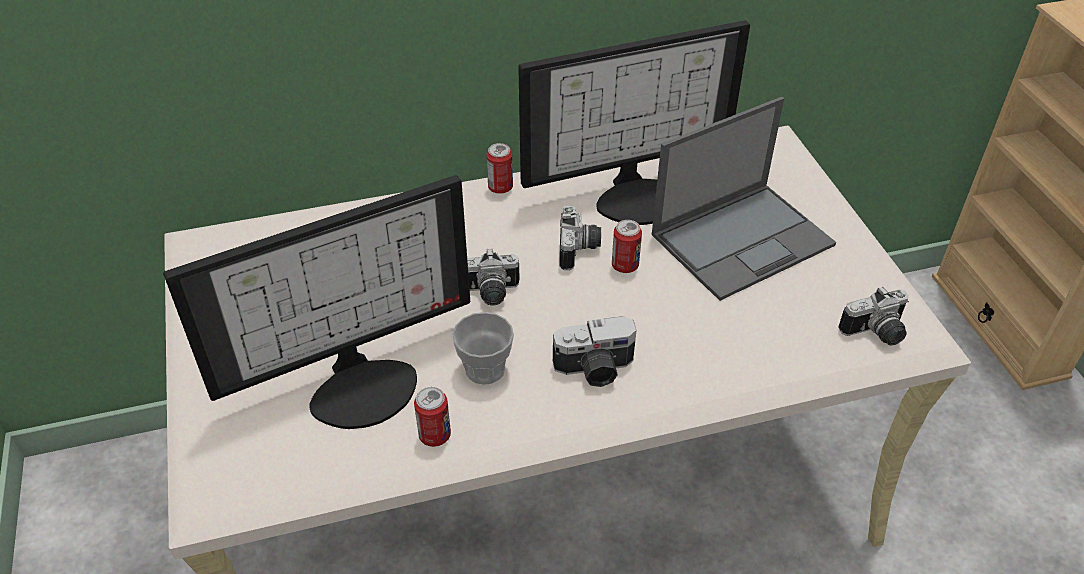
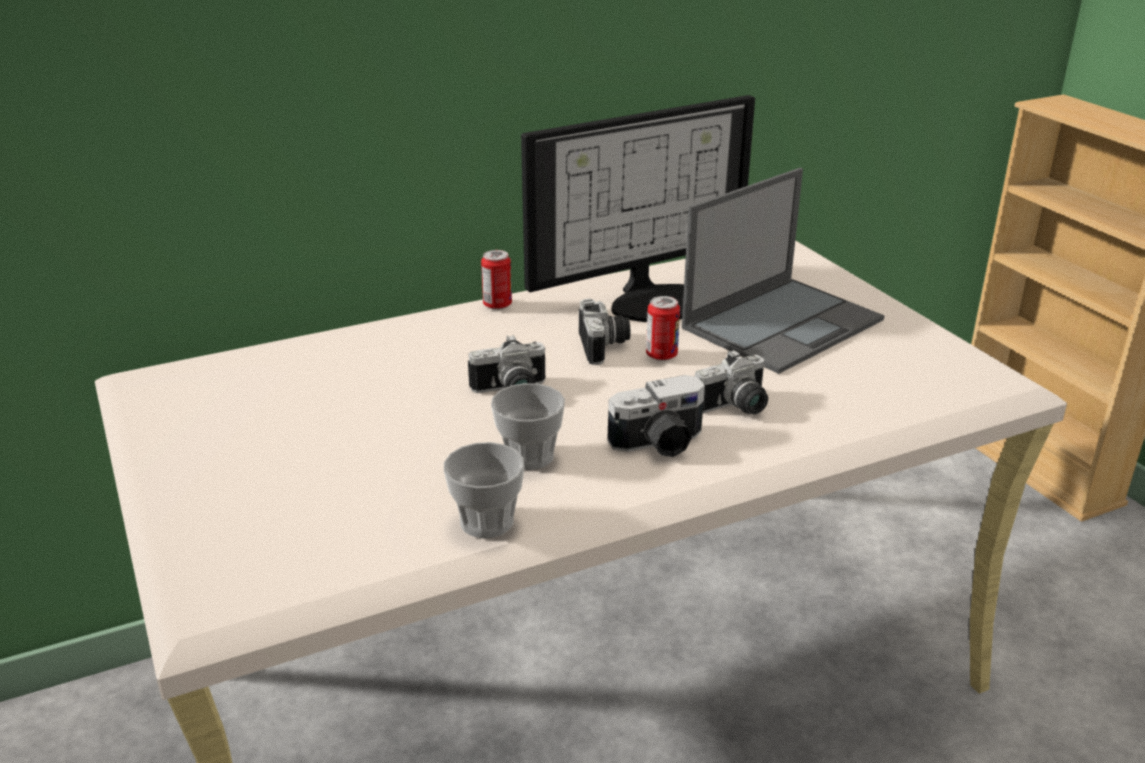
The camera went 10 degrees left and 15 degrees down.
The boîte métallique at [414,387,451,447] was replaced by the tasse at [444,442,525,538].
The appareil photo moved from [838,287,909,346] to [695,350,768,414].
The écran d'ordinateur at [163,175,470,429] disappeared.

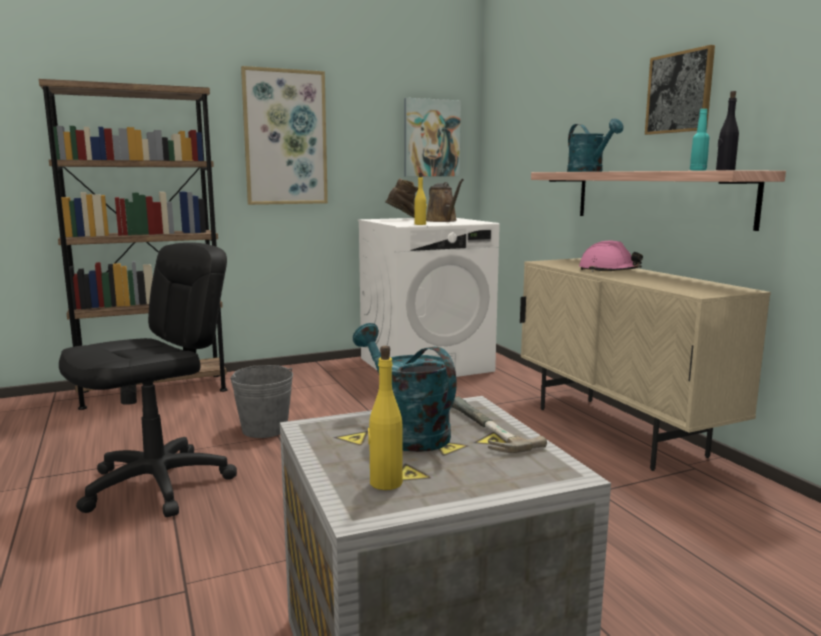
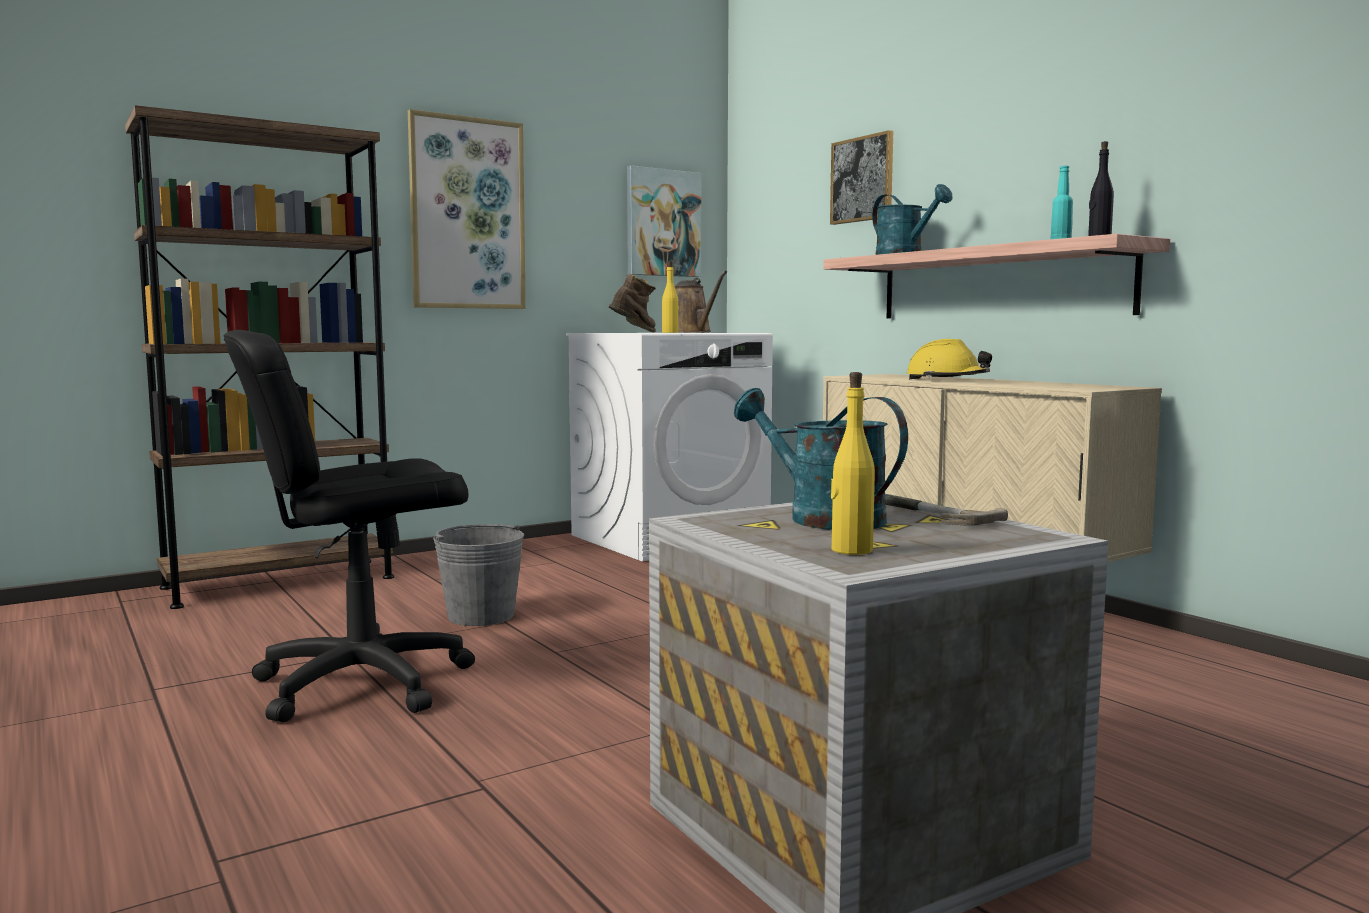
The camera went 10 degrees left and 5 degrees down.
The chaise de bureau (noir) at [59,242,237,517] turned 150 degrees counterclockwise.
The tableau moved from [645,45,715,135] to [830,130,894,225].
The casque de chantier (rose) at [579,240,643,272] became the casque de chantier (jaune) at [907,339,992,379].

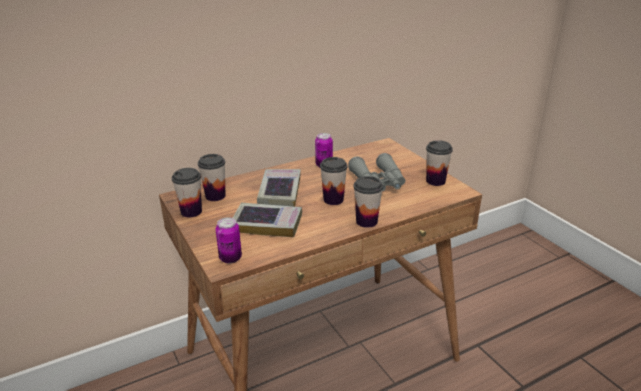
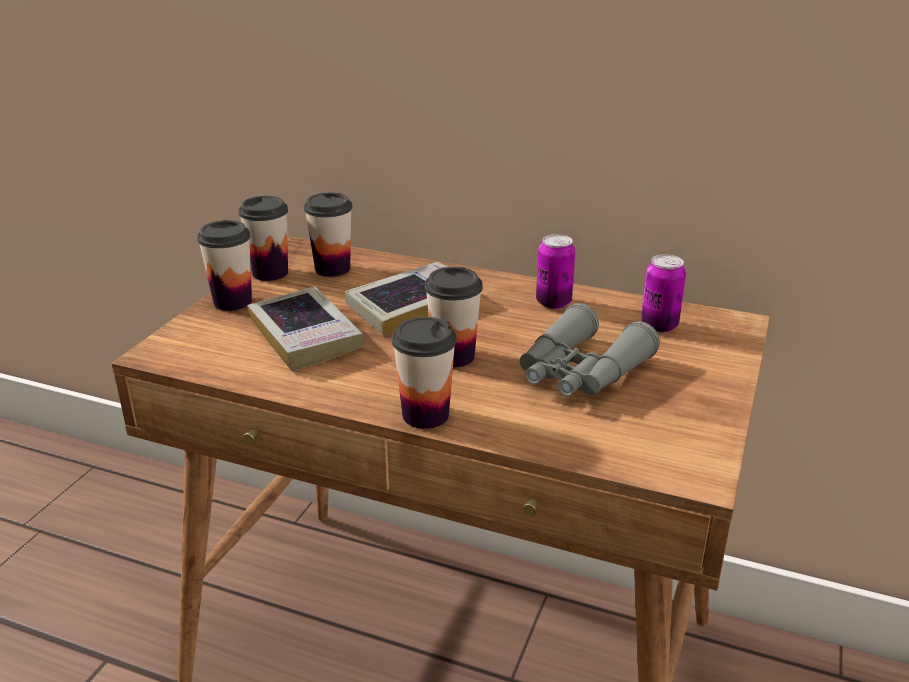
The camera went 50 degrees right and 0 degrees up.
The tasse moved from [426,140,453,186] to [197,220,252,311].
The boîte métallique moved from [216,217,242,263] to [641,254,686,333].

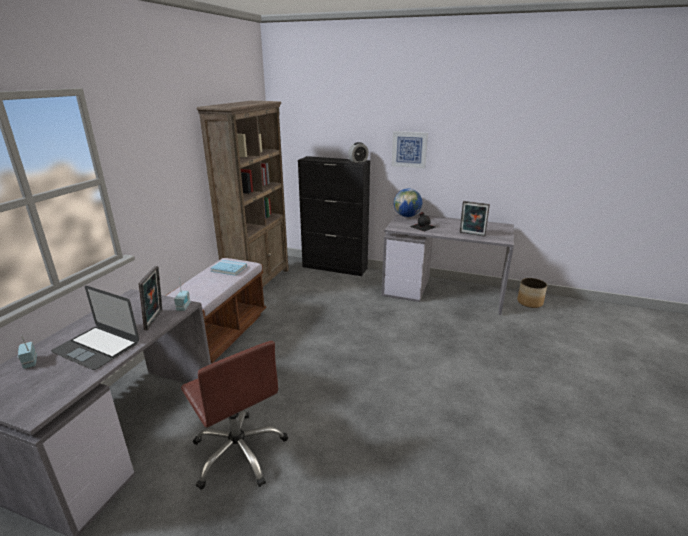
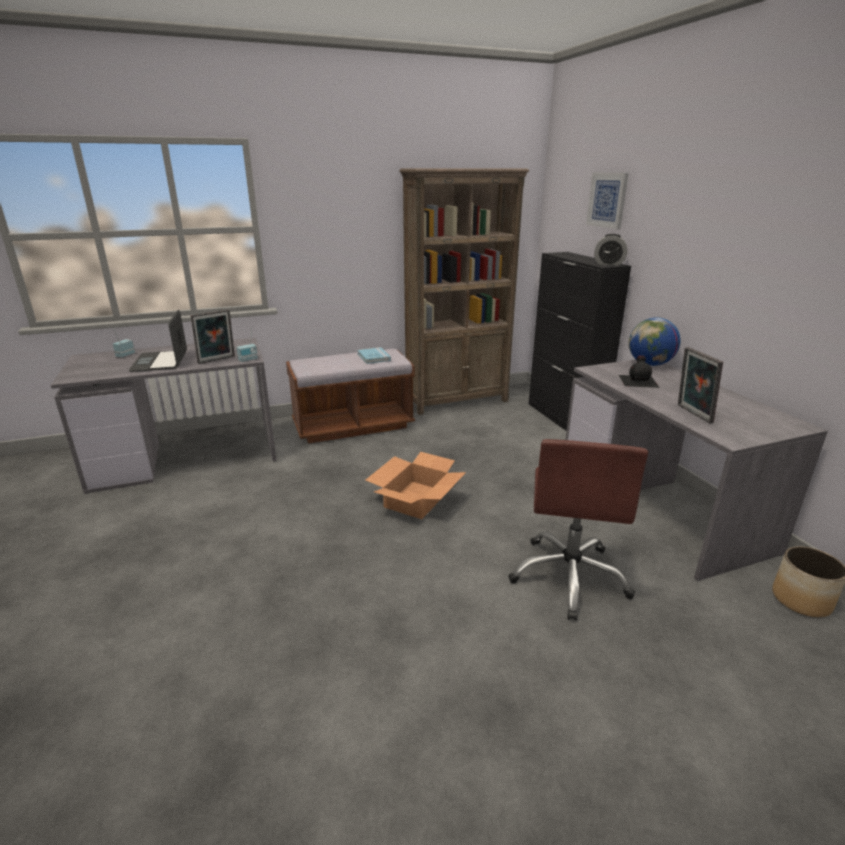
The camera went 50 degrees right and 0 degrees up.
The carton at [366,452,466,519] appeared.
The chaise de bureau (marron) moved from [181,341,288,490] to [508,439,648,621].
The tableau moved from [391,131,428,168] to [586,172,629,229].

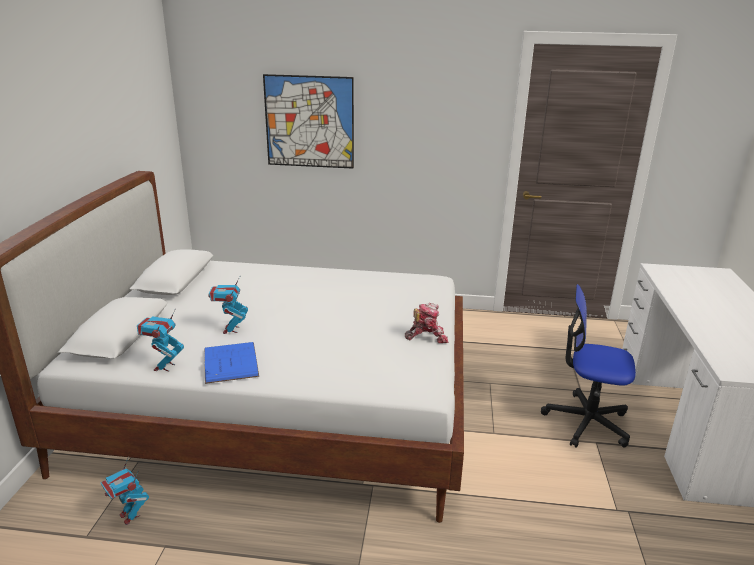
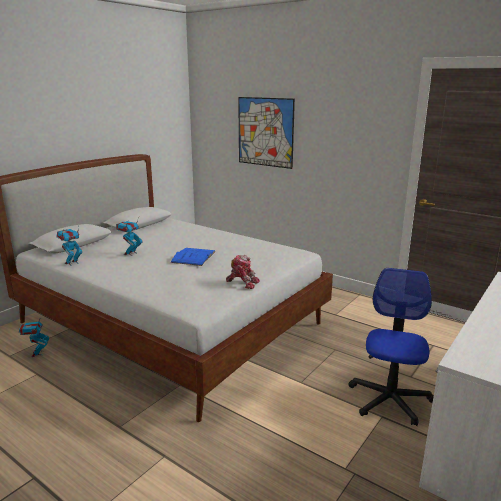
The camera went 30 degrees right and 5 degrees down.
The livre (bleu) moved from [204,342,259,384] to [170,248,216,266].
The chaise de bureau at [541,284,636,448] turned 60 degrees clockwise.

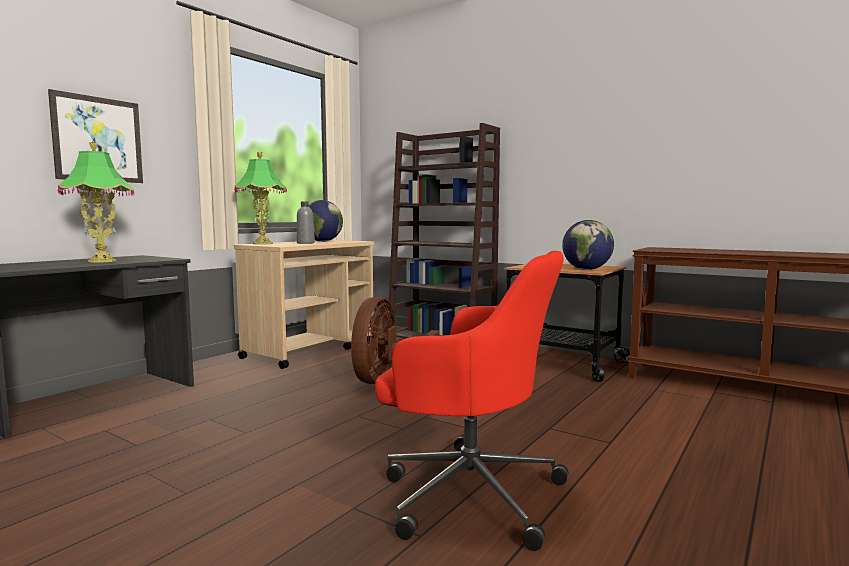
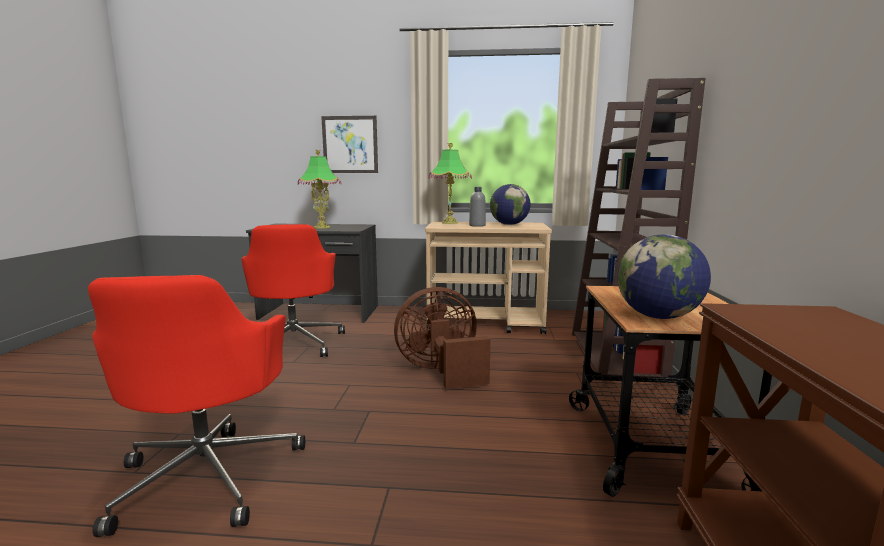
The camera went 60 degrees right and 5 degrees up.
The chaise de bureau (rouge) at [242,224,345,357] appeared.

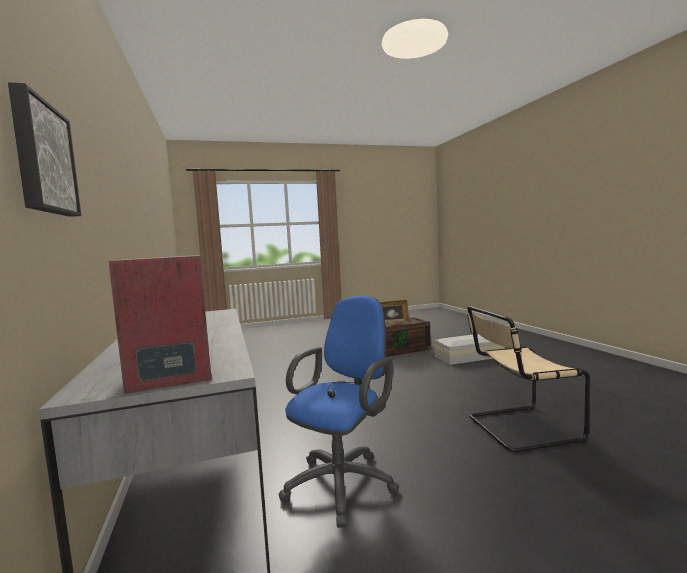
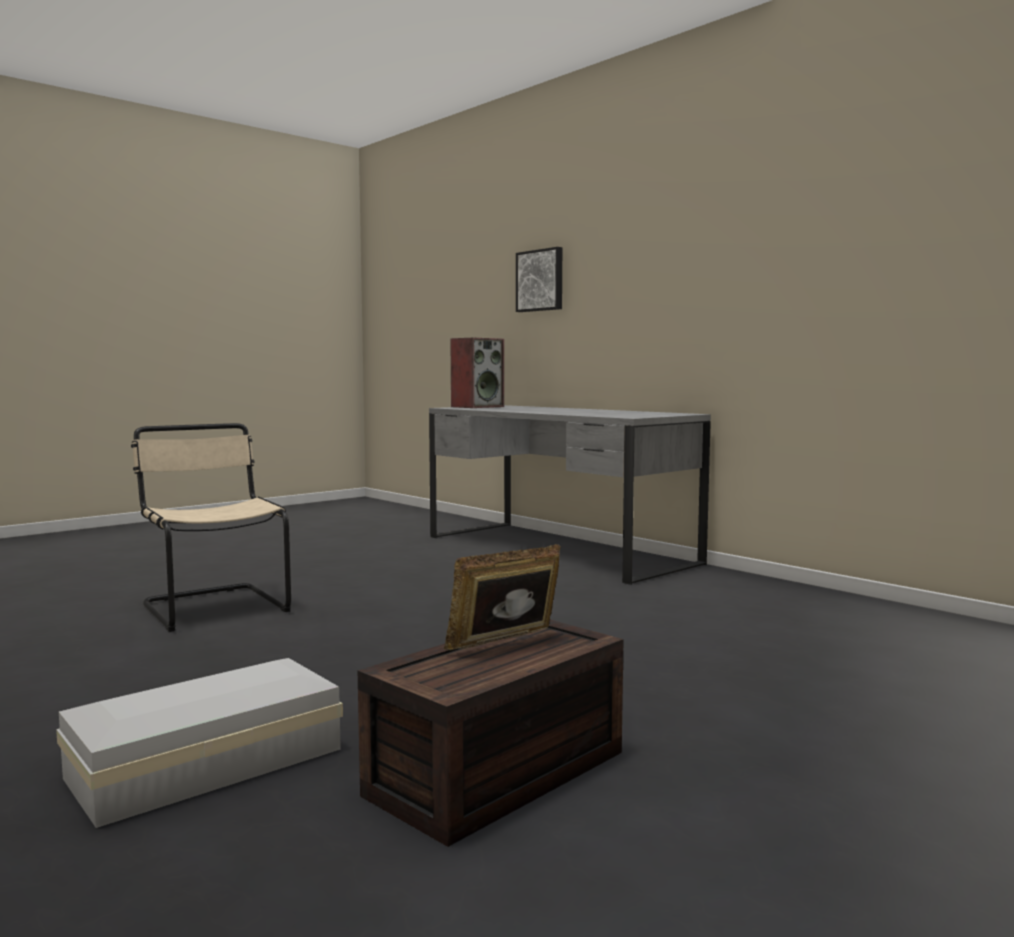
The camera went 155 degrees right and 0 degrees up.
The chaise (beige) at [467,306,590,452] turned 90 degrees counterclockwise.
The chaise de bureau (bleu) at [279,296,399,528] disappeared.

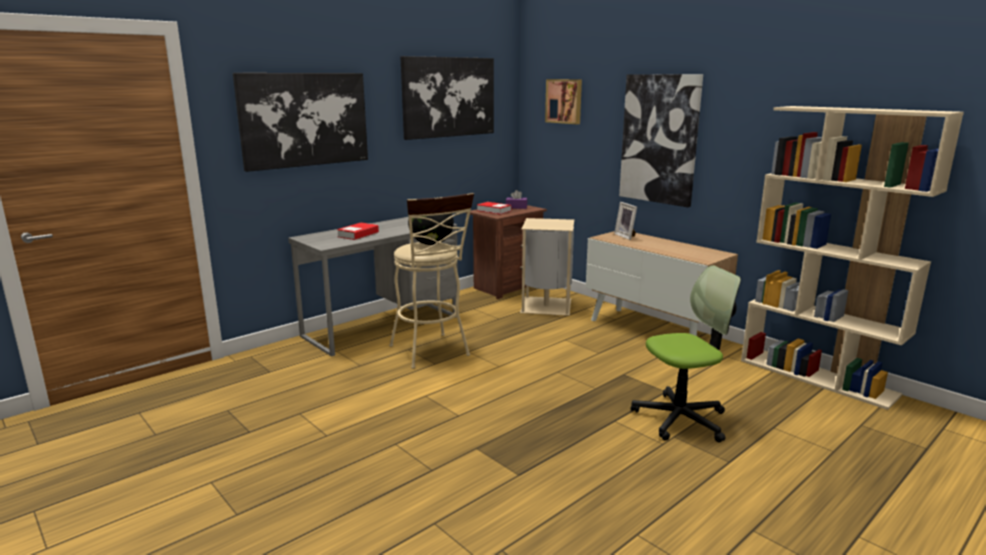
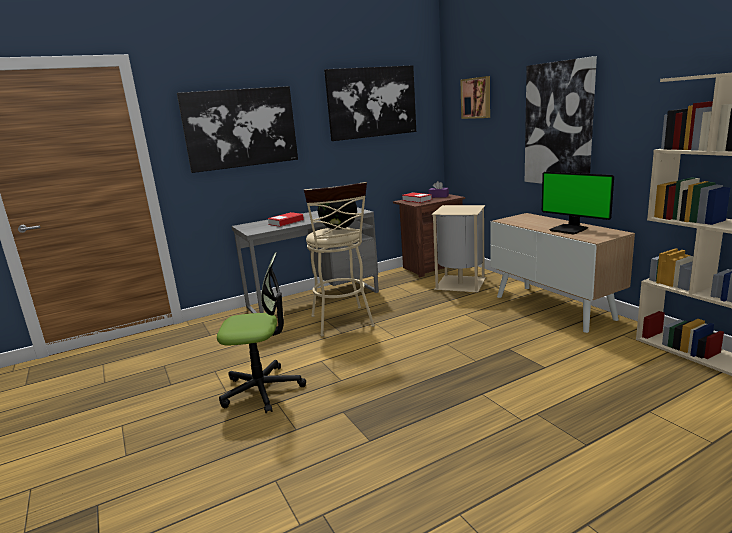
The camera went 15 degrees right and 0 degrees up.
The chaise de bureau moved from [631,265,741,443] to [217,252,306,413].
The écran d'ordinateur at [542,172,614,234] appeared.
The cadre photo at [614,202,637,240] disappeared.

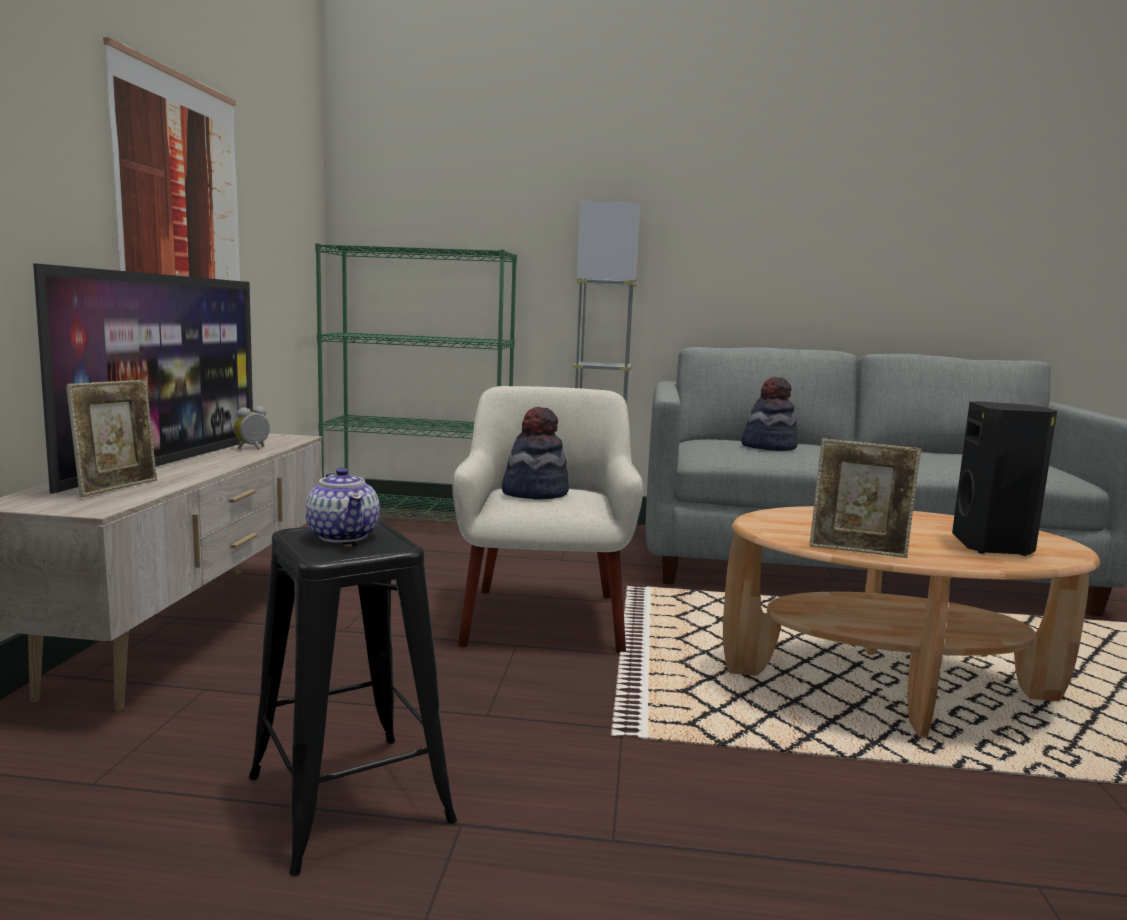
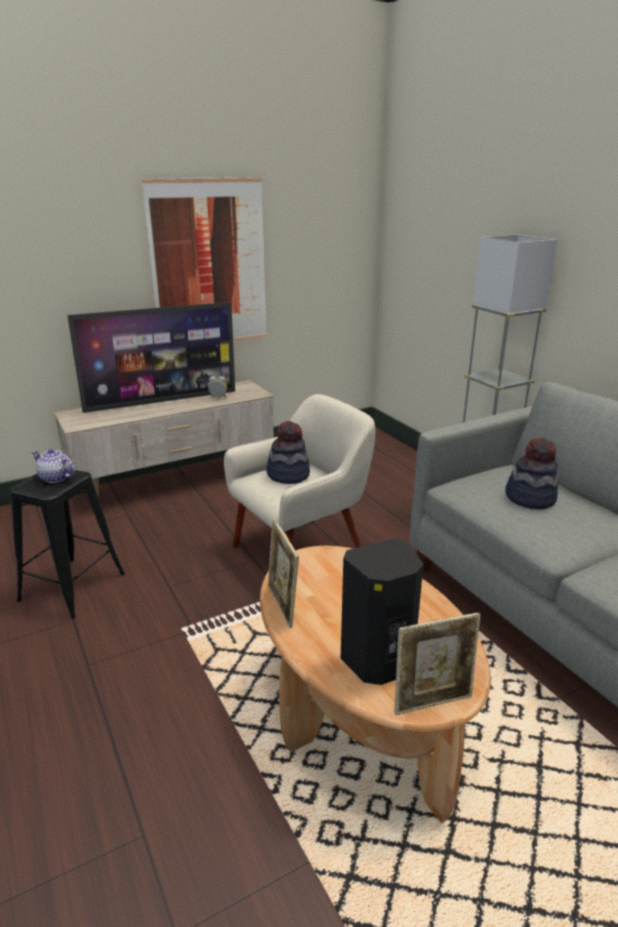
The camera went 55 degrees right and 15 degrees up.
The théière at [305,467,380,543] turned 90 degrees clockwise.
The cadre photo moved from [66,380,157,497] to [394,612,481,715].
The bibliothèque (vert) at [315,243,517,522] disappeared.

